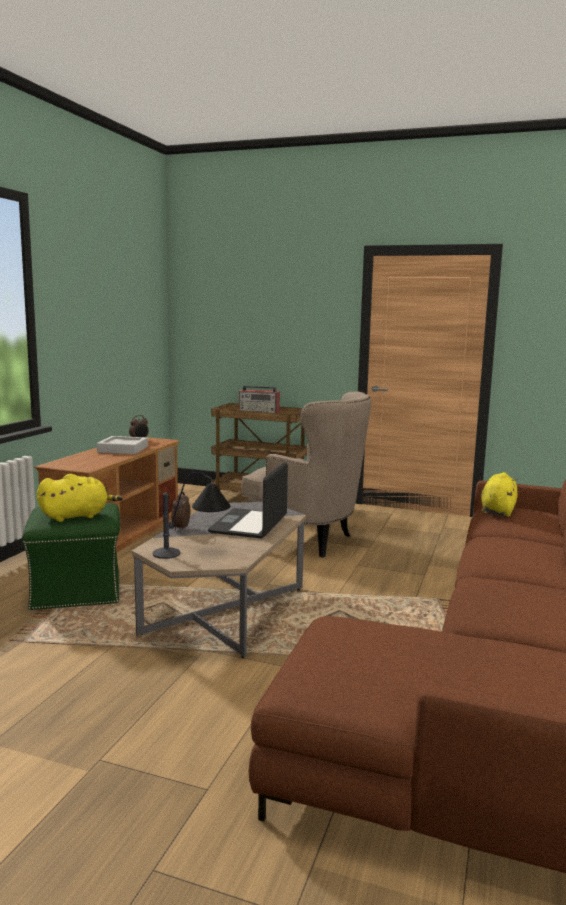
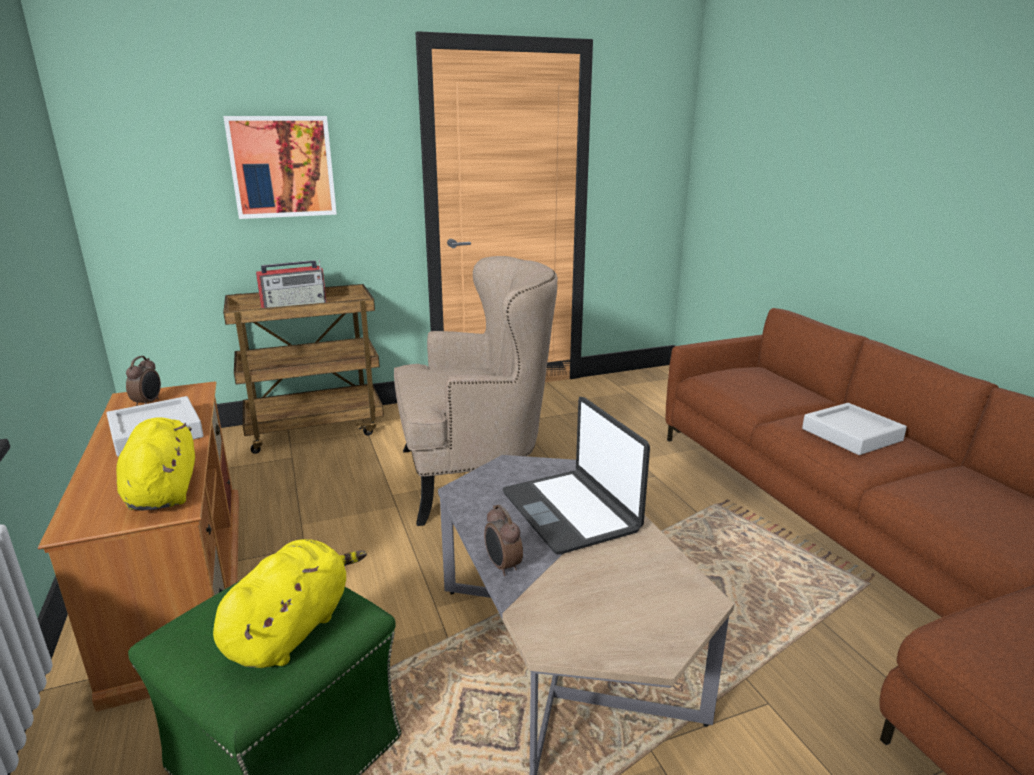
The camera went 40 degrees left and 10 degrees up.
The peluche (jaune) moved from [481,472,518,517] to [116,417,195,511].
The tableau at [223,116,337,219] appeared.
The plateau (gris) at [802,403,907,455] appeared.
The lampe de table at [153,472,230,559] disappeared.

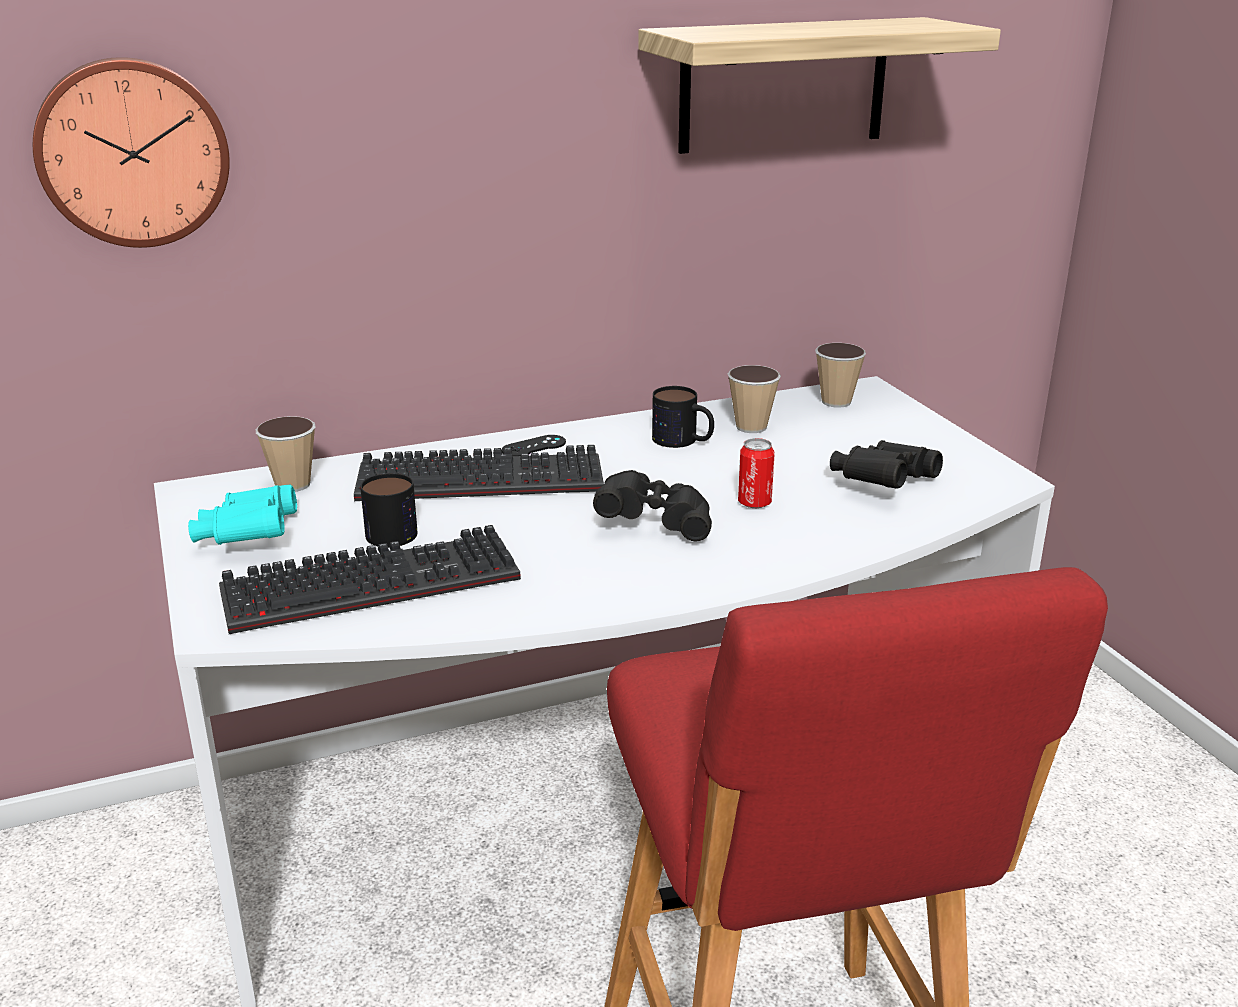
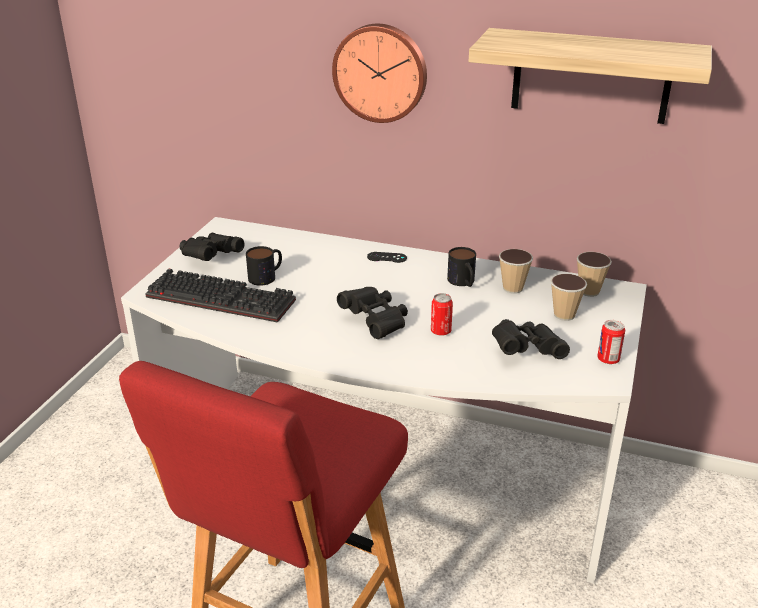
The camera went 40 degrees right and 5 degrees up.
The jumelles (turquoise) at [188,484,297,545] became the jumelles (noir) at [179,233,244,261].
The horloge murale moved from [33,57,230,248] to [332,24,427,123].
The tasse moved from [256,416,316,492] to [551,274,587,321].
The boîte métallique at [597,320,625,364] appeared.
The clavier at [354,445,604,501] disappeared.

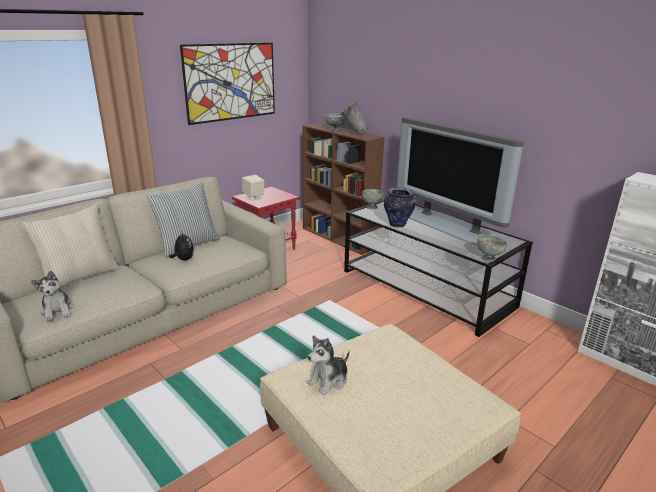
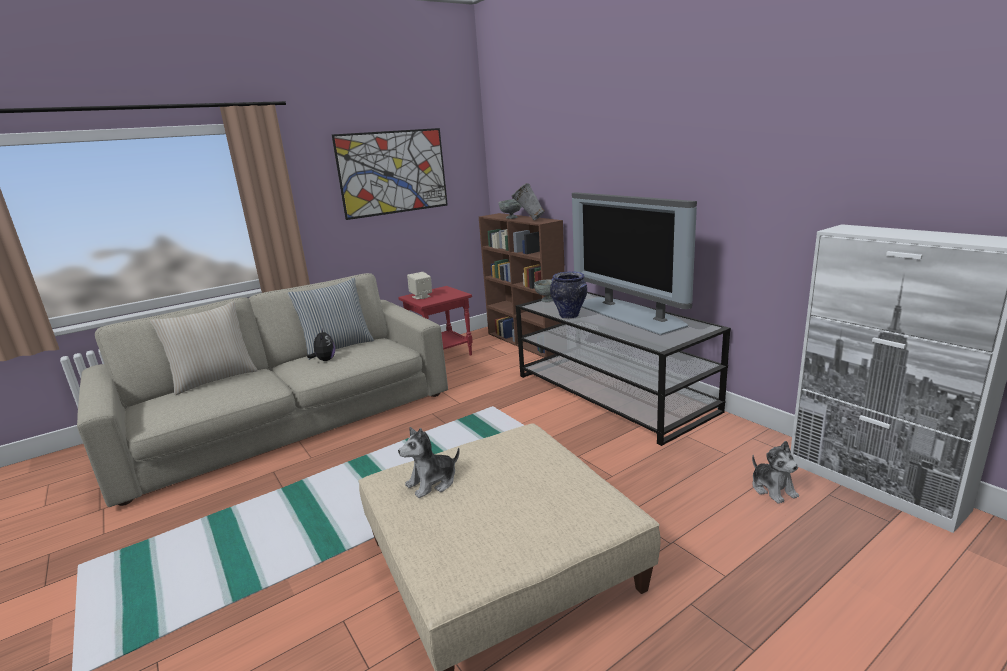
The camera went 10 degrees right and 5 degrees down.
The peluche moved from [31,271,74,321] to [752,441,799,504].
The bol (gris) at [477,235,508,262] disappeared.

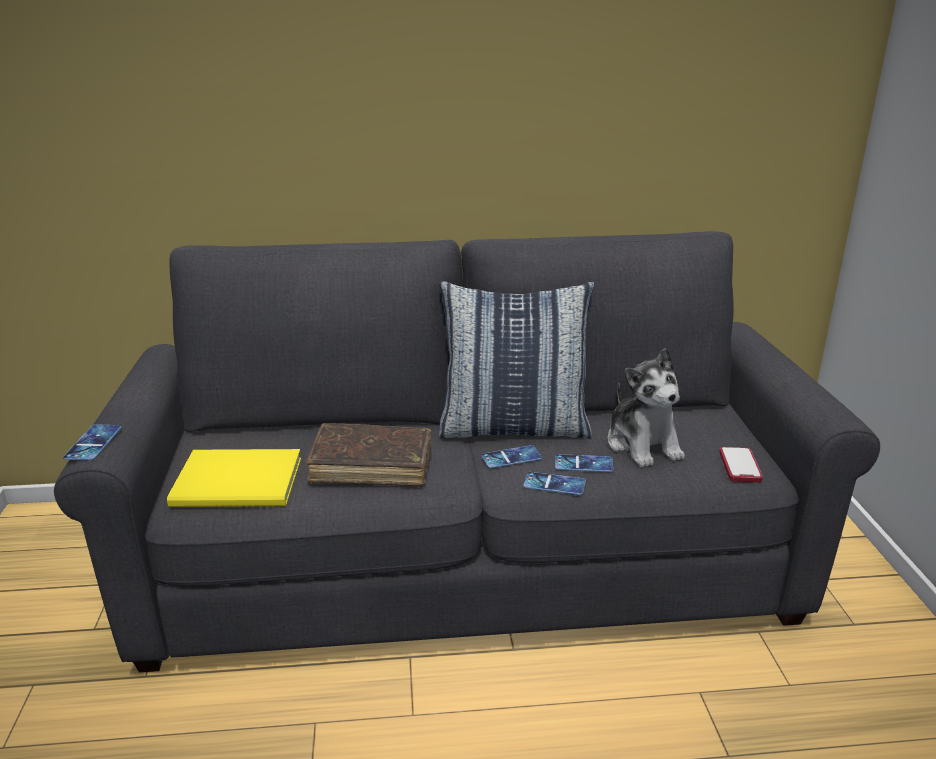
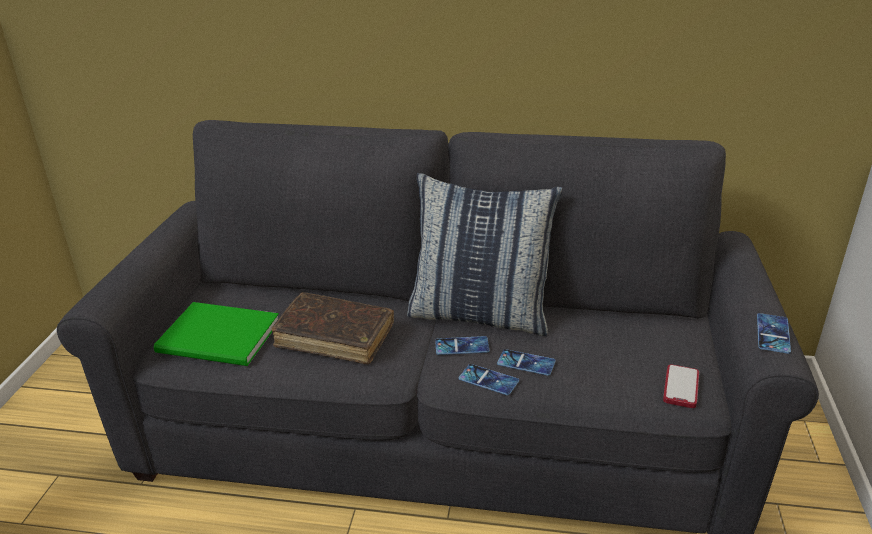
The camera went 15 degrees right and 5 degrees up.
The livre (jaune) at [167,449,301,507] became the livre (vert) at [154,302,279,366].
The téléphone moved from [63,424,122,460] to [757,313,791,354].
The peluche at [607,348,685,467] disappeared.

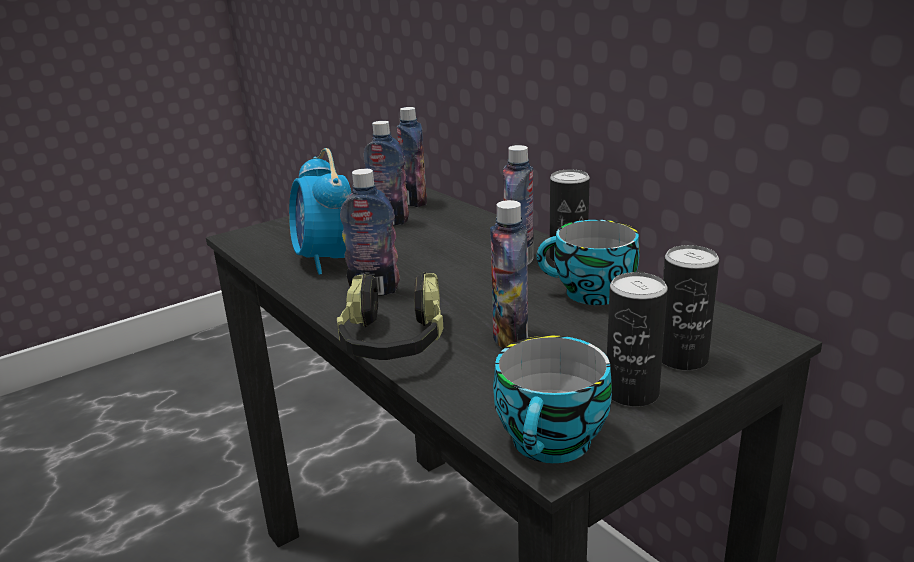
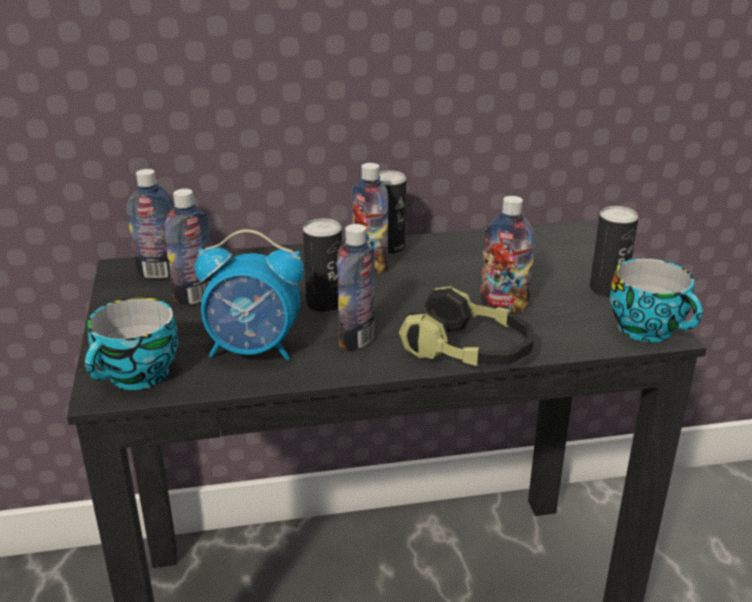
The camera went 65 degrees left and 5 degrees up.
The tasse moved from [537,220,640,305] to [85,297,178,390].
The boîte métallique moved from [662,245,719,370] to [303,218,342,312].

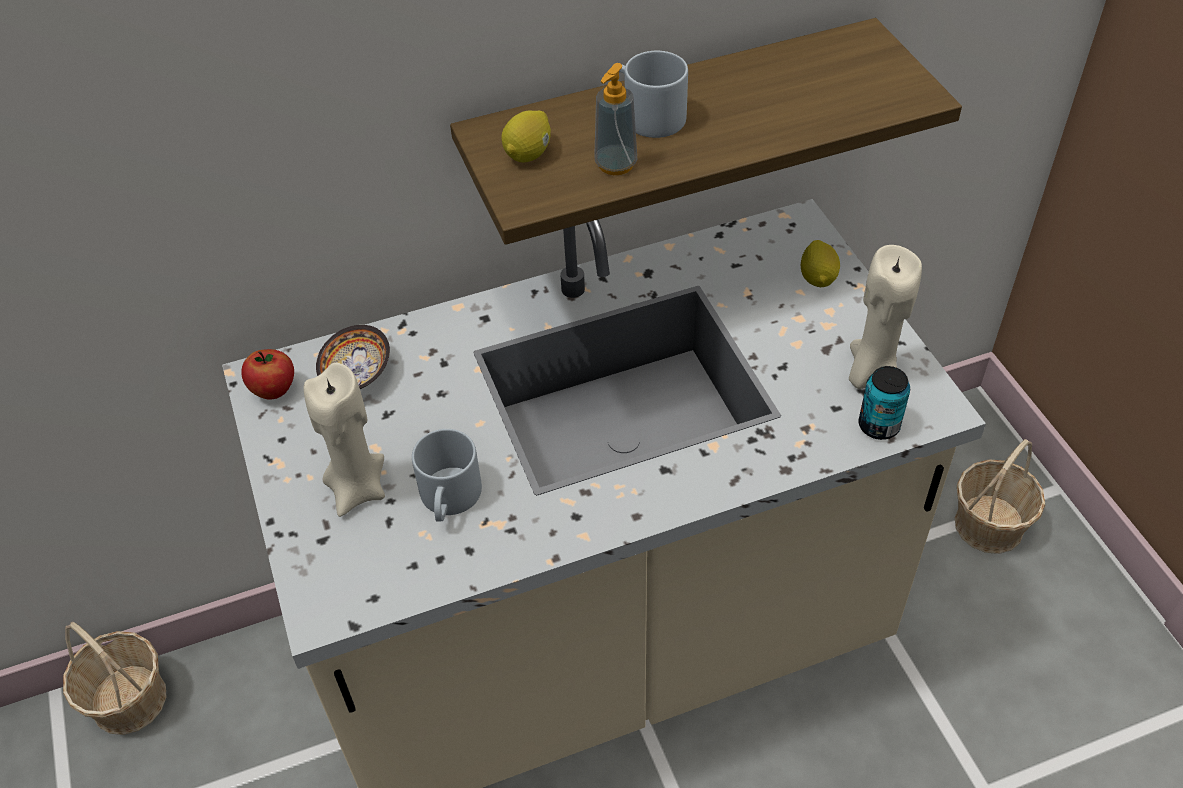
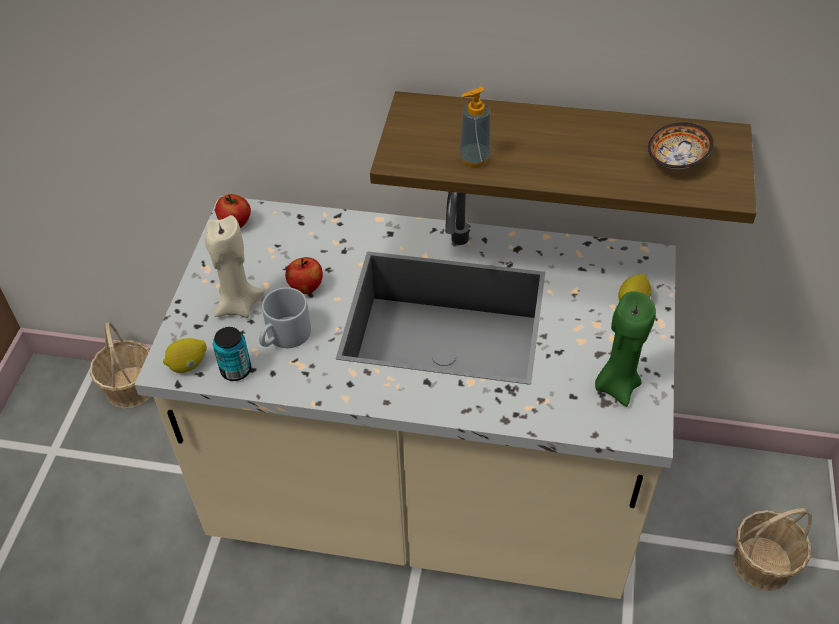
The camera went 30 degrees right and 0 degrees up.
The citron moved from [501,111,551,162] to [163,338,207,373].
The boîte métallique moved from [858,366,910,440] to [213,327,251,381].
The pomme at [285,257,323,294] appeared.
The bougie (beige) at [849,245,922,389] became the bougie (vert) at [595,291,656,407].
The bol moved from [316,325,390,389] to [648,122,714,169].
The mug (gris) at [608,51,688,138] disappeared.

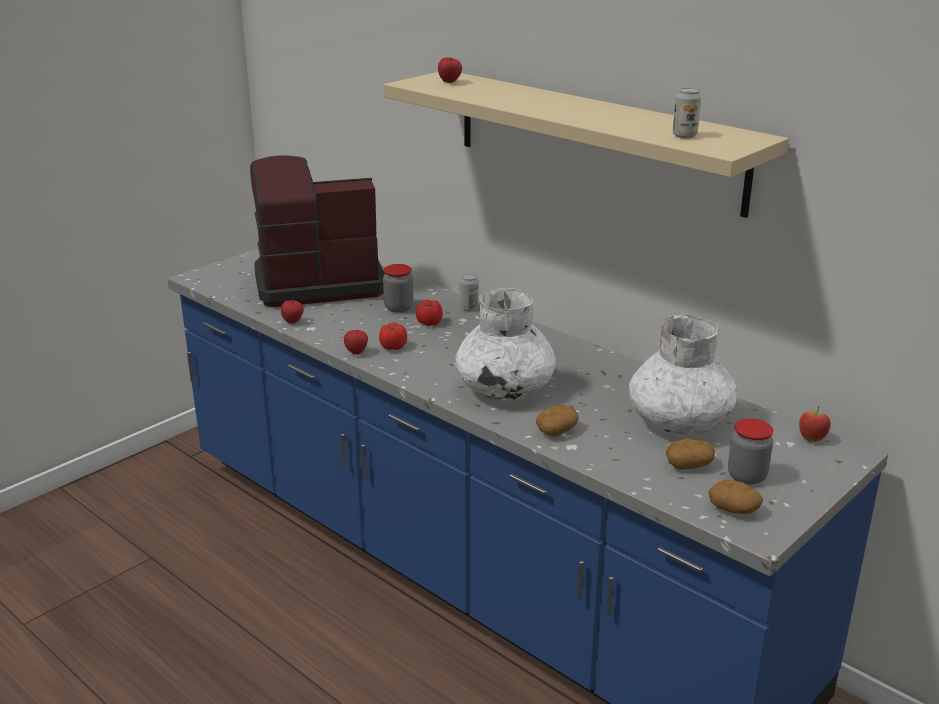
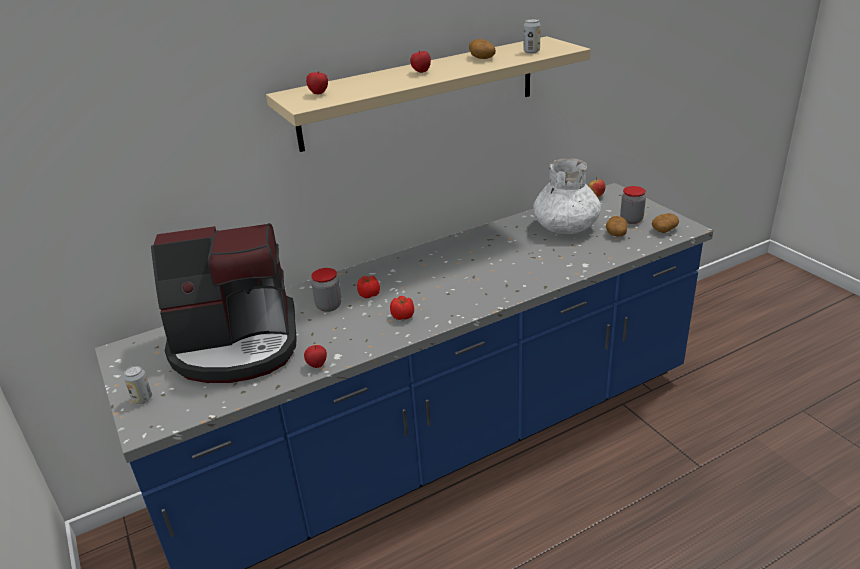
The camera went 70 degrees left and 5 degrees up.
The boîte métallique moved from [460,274,478,311] to [124,366,152,404].
The machine à café at [250,155,385,307] turned 105 degrees counterclockwise.
The pomme moved from [344,330,368,354] to [410,50,431,73].
The pomme de terre moved from [536,405,579,437] to [469,39,496,59].
The vase (blanc) at [455,287,556,400] disappeared.

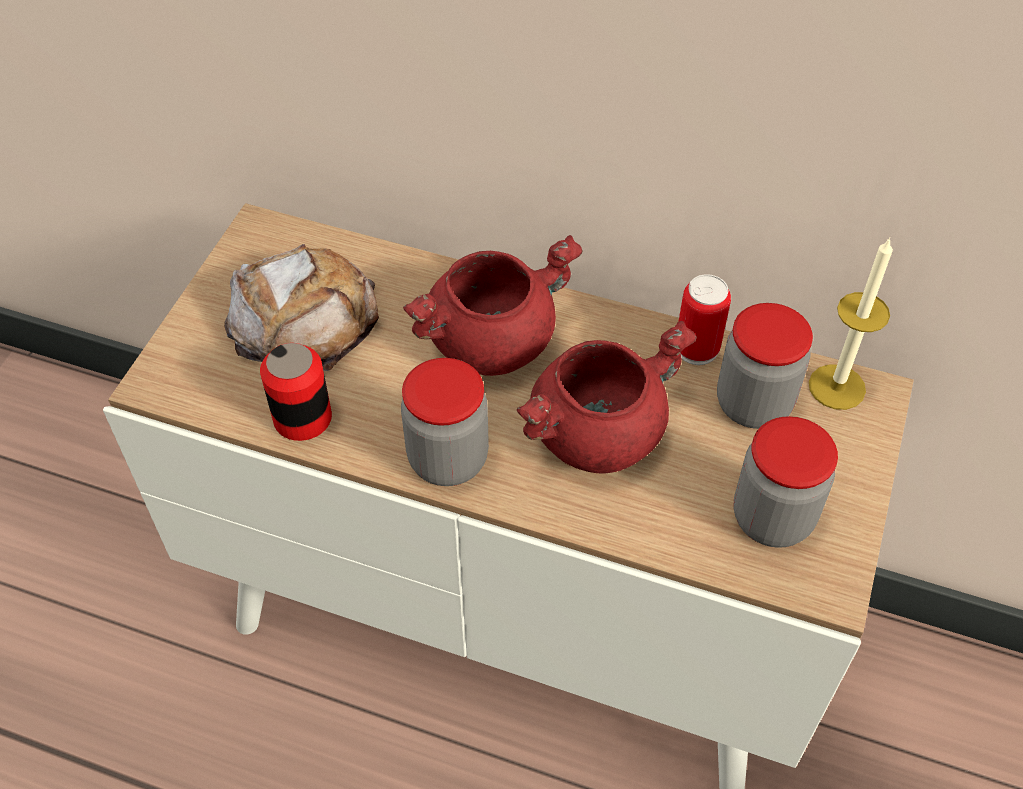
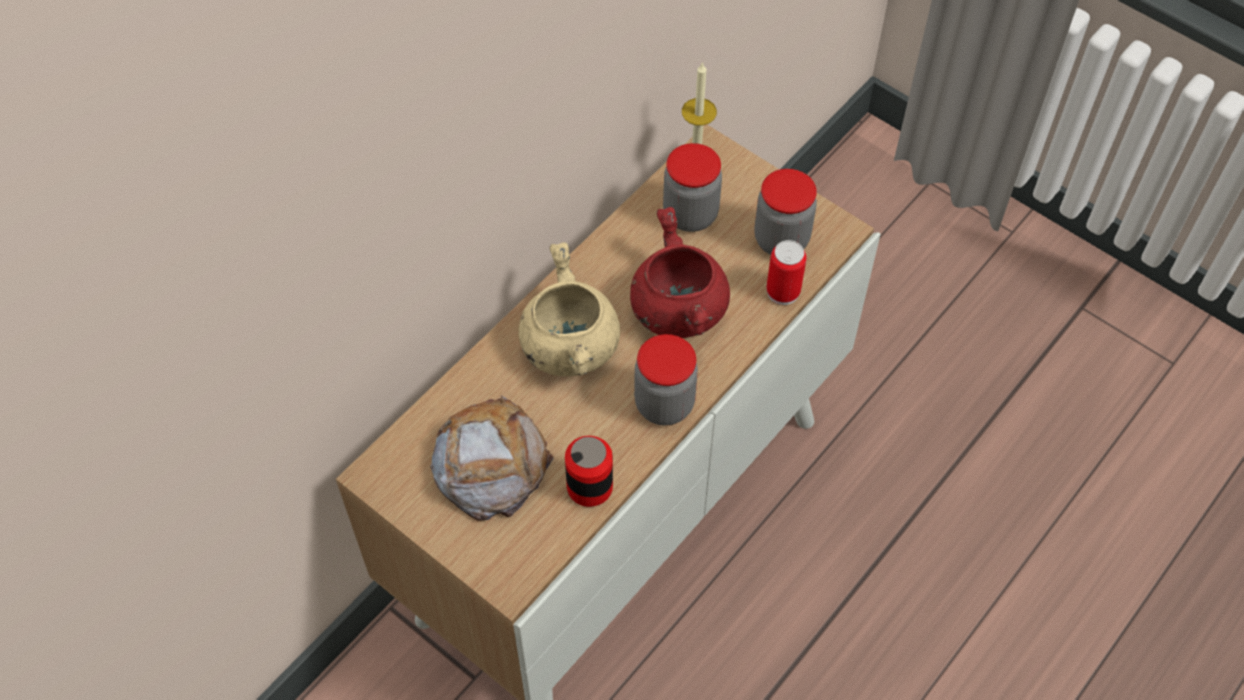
The camera went 70 degrees left and 5 degrees up.
The marmite (rouge) at [403,235,583,376] became the marmite (beige) at [519,242,620,376].
The boîte métallique moved from [678,274,731,365] to [766,240,806,305].

